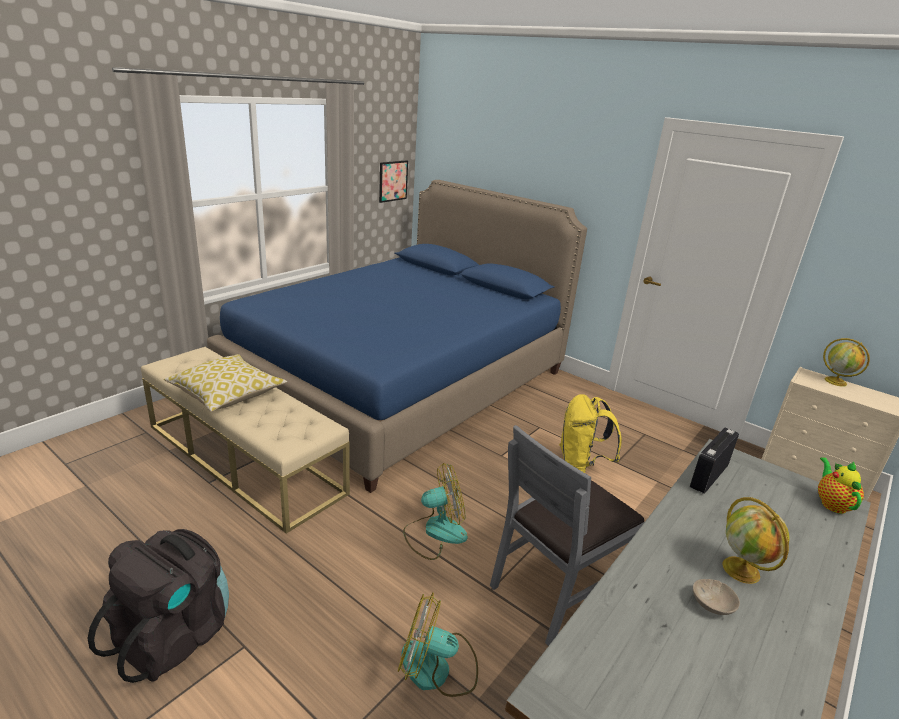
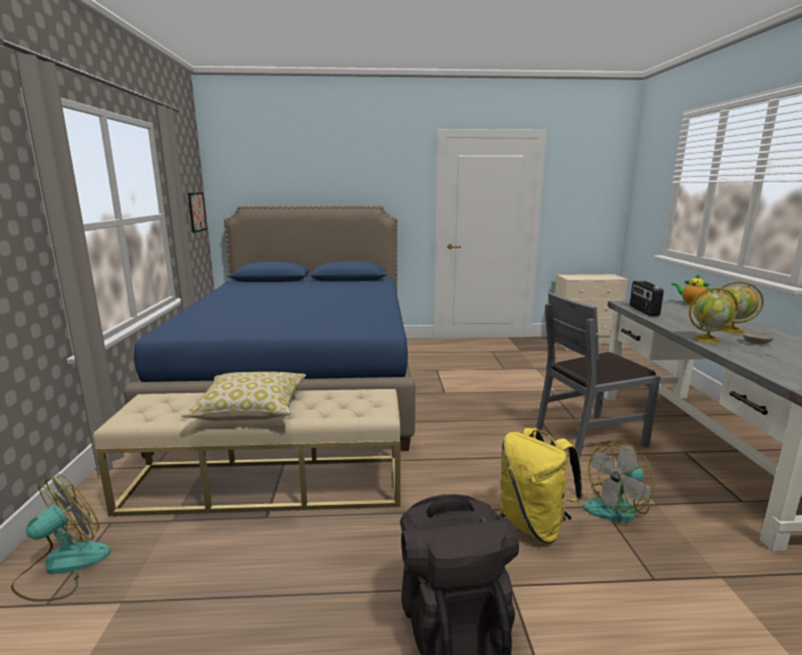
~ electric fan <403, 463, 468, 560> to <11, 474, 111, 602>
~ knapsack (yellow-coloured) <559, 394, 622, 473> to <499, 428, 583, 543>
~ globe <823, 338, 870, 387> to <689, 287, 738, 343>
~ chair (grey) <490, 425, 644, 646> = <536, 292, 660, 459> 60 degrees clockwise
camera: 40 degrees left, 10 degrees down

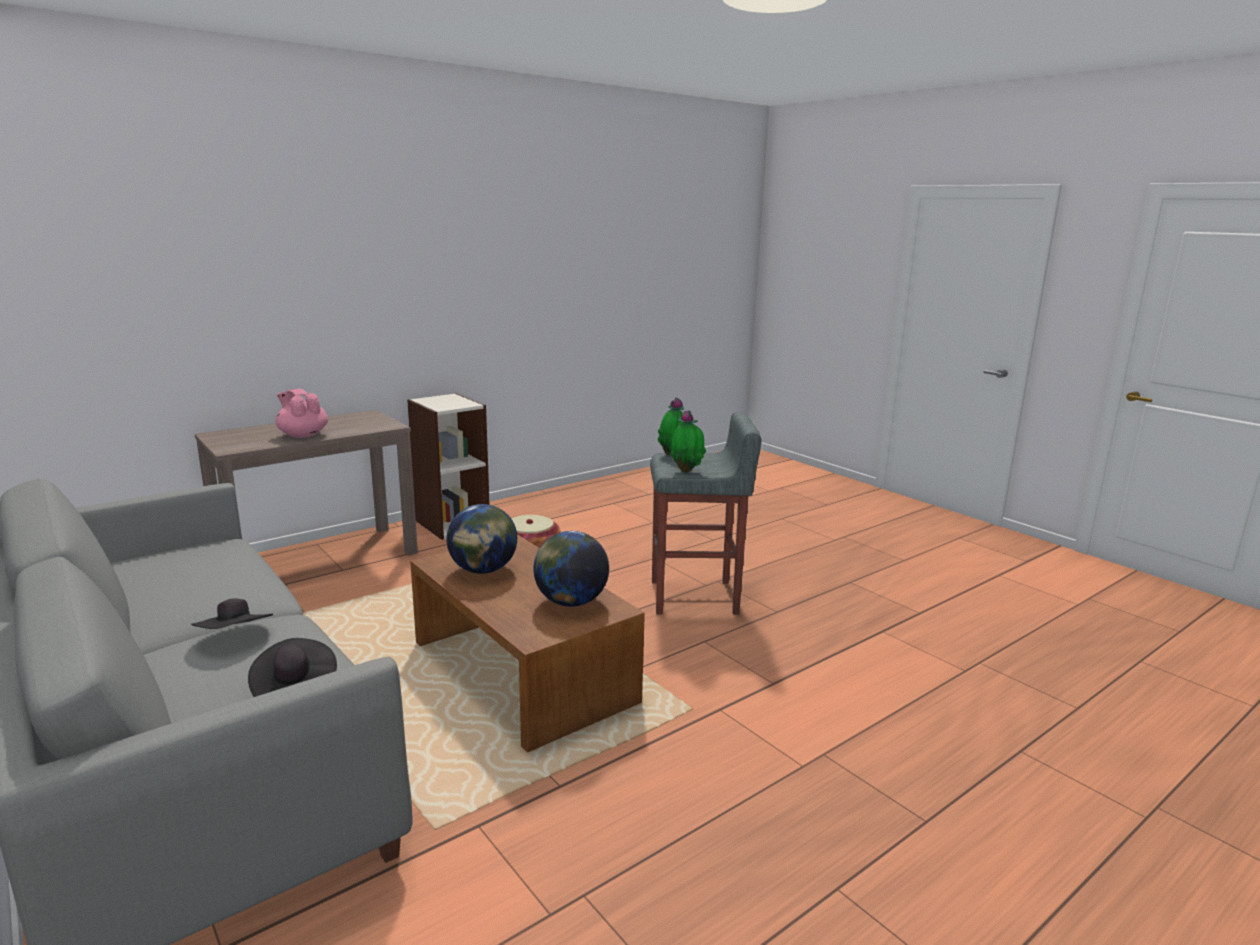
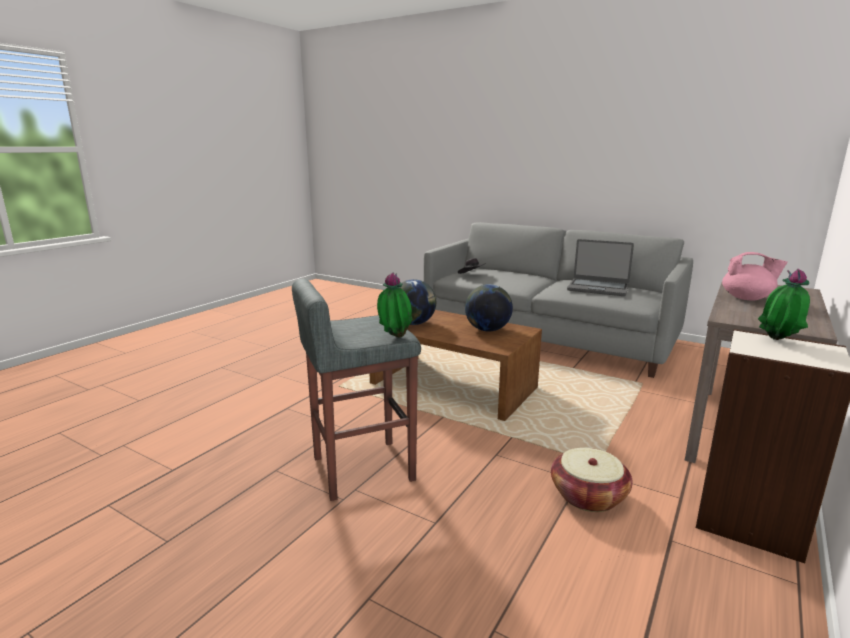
- hat (black-coloured) <191, 598, 273, 629>
+ portable computer <567, 239, 634, 296>
~ plant in a pot <670, 410, 706, 472> to <758, 269, 810, 340>
camera: 160 degrees right, 0 degrees up

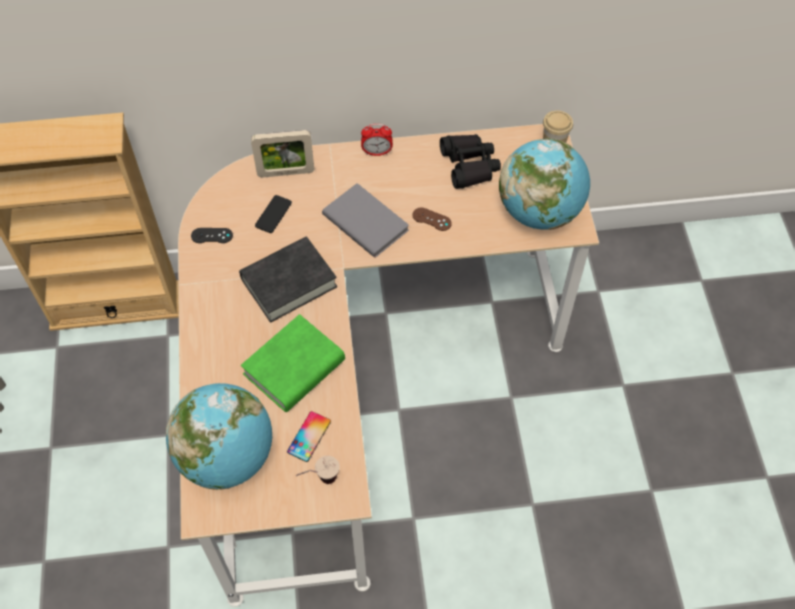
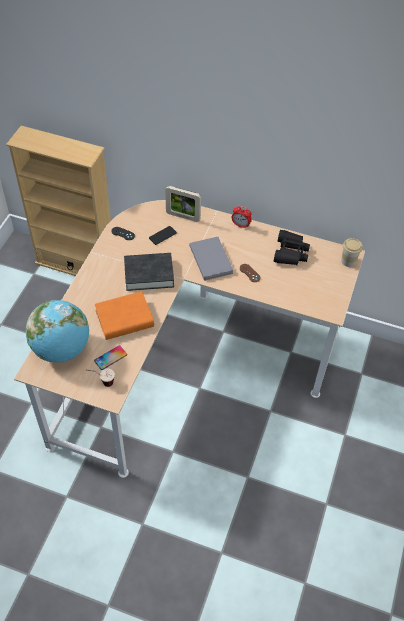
- globe <499, 138, 590, 230>
~ bound book (greenish) <241, 314, 345, 412> to bound book (orangey) <95, 291, 154, 340>
camera: 25 degrees right, 5 degrees down

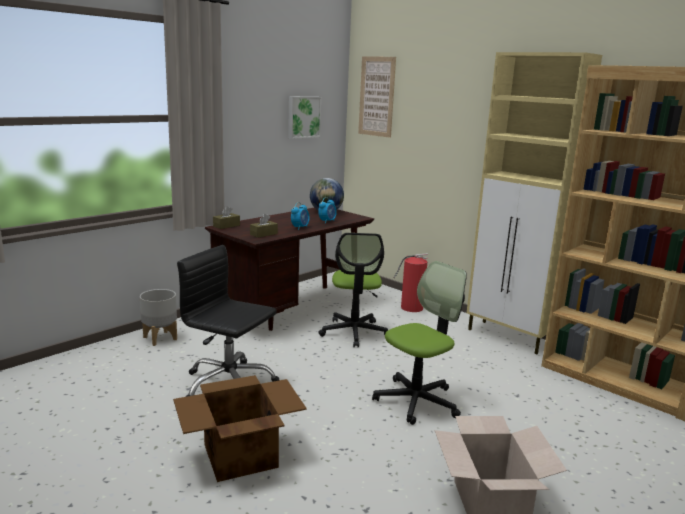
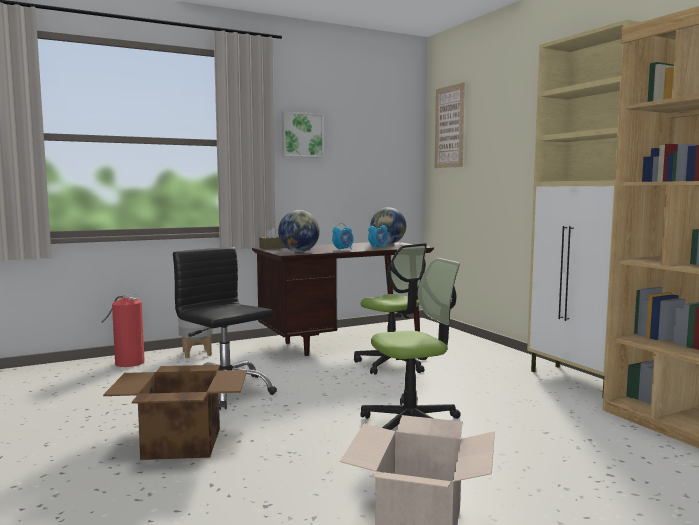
~ wall picture <288, 97, 322, 139> to <282, 111, 324, 158>
~ fire extinguisher <394, 253, 428, 312> to <101, 293, 145, 367>
~ box of tissues (brown-coloured) <250, 214, 278, 238> to globe <278, 210, 320, 252>
~ office chair <318, 233, 388, 348> = <354, 243, 428, 375> 60 degrees counterclockwise
camera: 20 degrees right, 10 degrees down

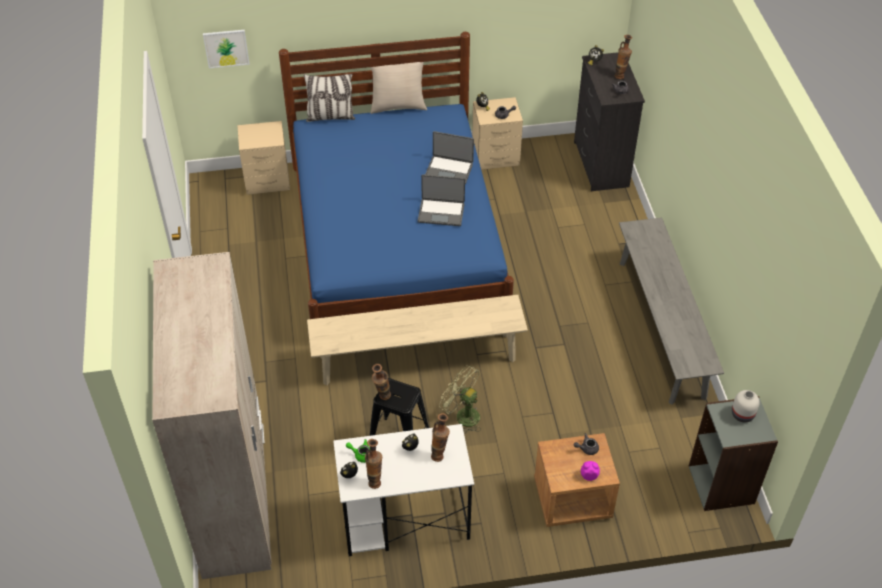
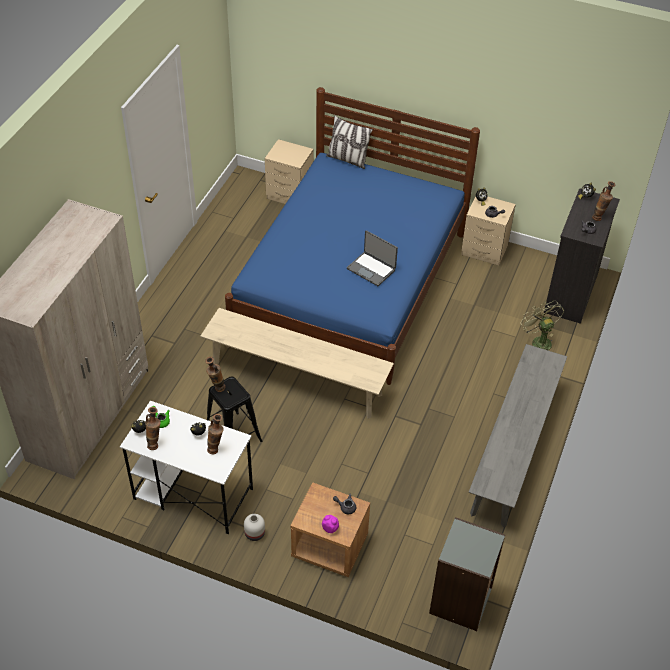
- wall picture <203, 30, 250, 68>
- cushion (sand-coloured) <370, 62, 427, 114>
- portable computer <425, 131, 474, 184>
~ electric fan (greenish) <439, 366, 481, 434> to <521, 300, 564, 350>
~ decorative vase (white) <732, 390, 760, 422> to <244, 514, 265, 541>
camera: 30 degrees right, 0 degrees up

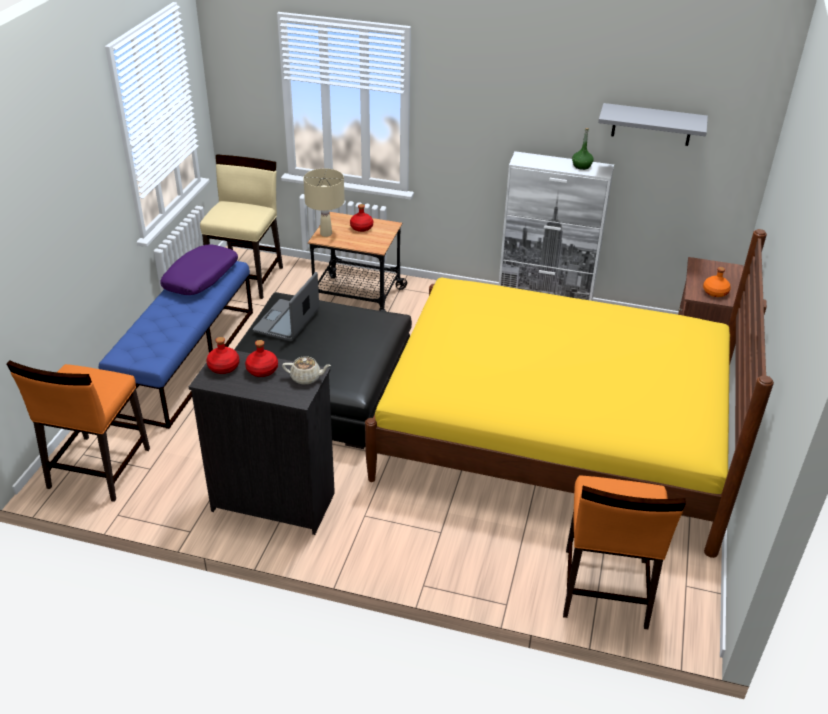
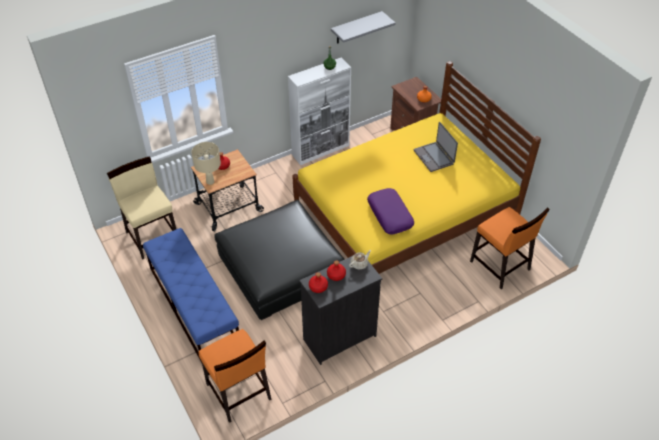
~ cushion (purplish) <160, 244, 238, 295> to <367, 188, 414, 235>
~ portable computer <253, 272, 319, 342> to <414, 122, 458, 172>
camera: 45 degrees left, 10 degrees up

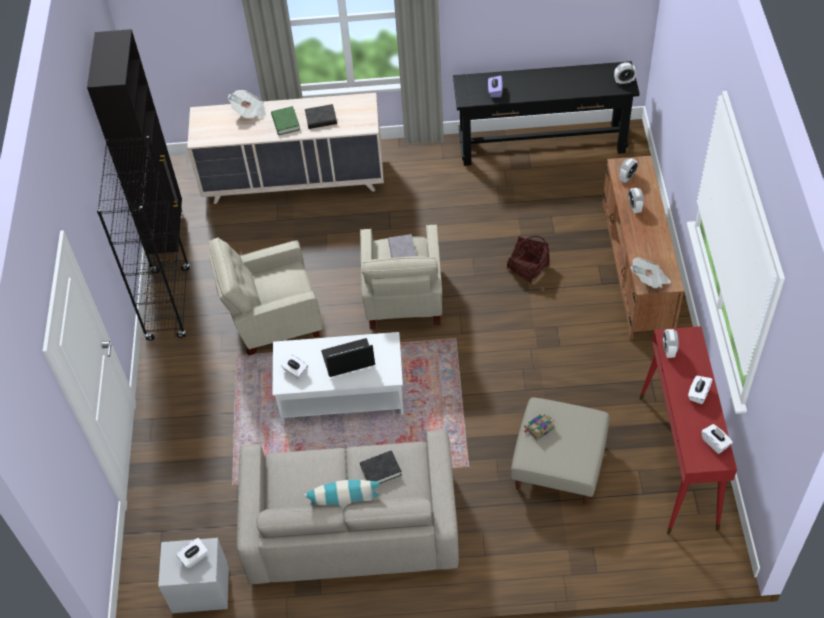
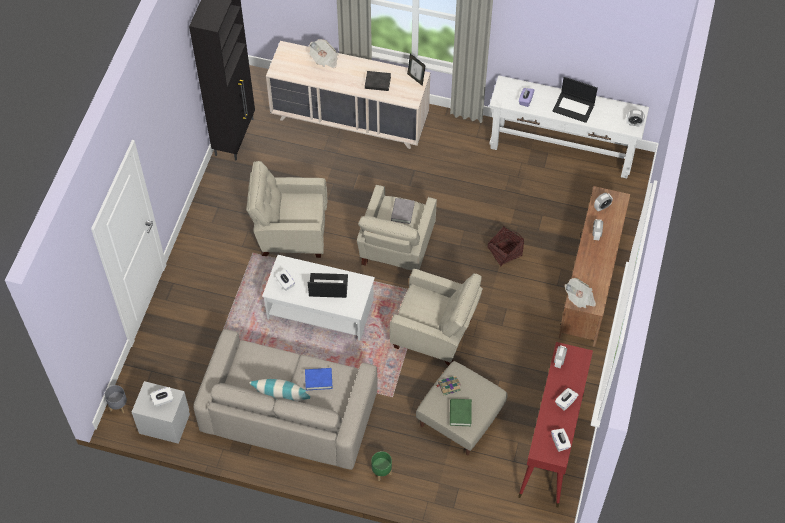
- bookcase (black-coloured) <97, 136, 190, 341>
+ flower pot (grey) <104, 385, 128, 413>
+ flower pot (greenish) <371, 451, 392, 481>
+ armchair (sand-coloured) <390, 269, 483, 365>
+ standing frame <407, 54, 426, 86>
+ portable computer <552, 77, 598, 123>
~ bound book (greenish) <271, 106, 300, 135> to <450, 399, 472, 426>
~ bound book (black-coloured) <360, 450, 402, 484> to bound book (bluish) <305, 368, 333, 390>
~ console table (black-coloured) <453, 61, 640, 166> to console table (white) <489, 75, 649, 178>
camera: 15 degrees right, 5 degrees up

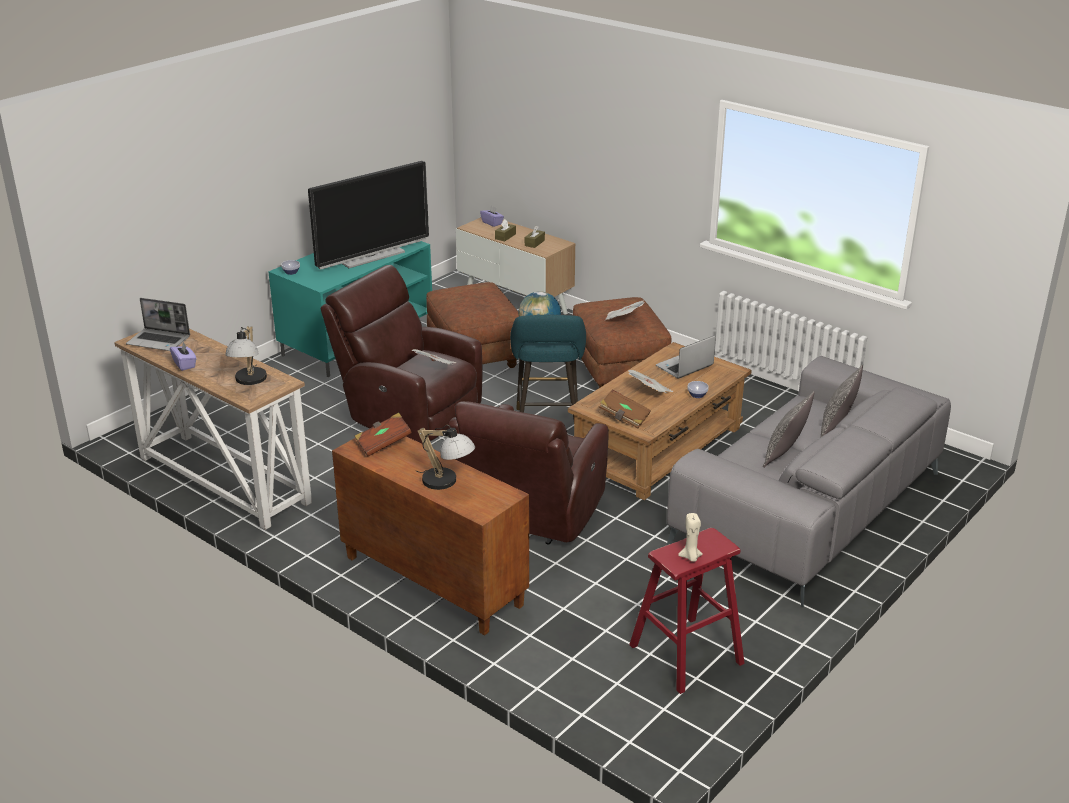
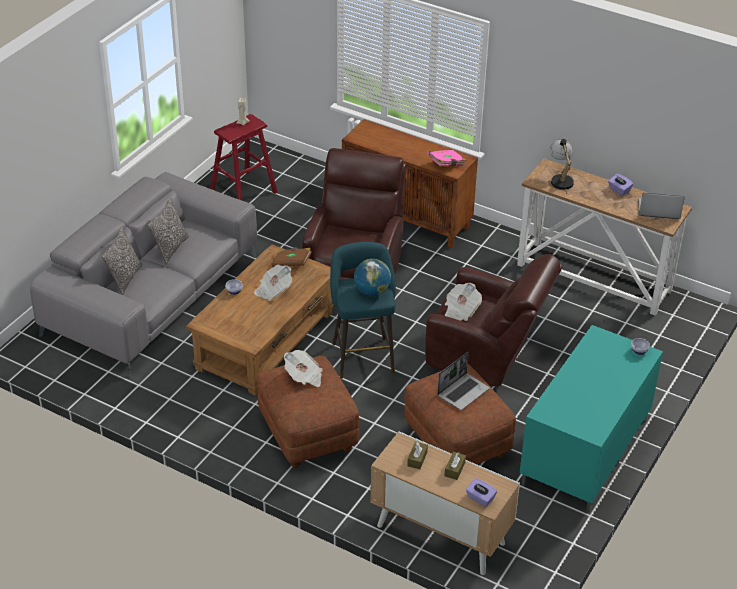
- television <308, 161, 429, 269>
- tabletop lamp <415, 425, 475, 490>
~ portable computer <656, 335, 716, 379> to <437, 352, 490, 410>
~ bound book (brown-coloured) <354, 413, 412, 456> to bound book (pink) <427, 150, 466, 166>
camera: 170 degrees right, 10 degrees up

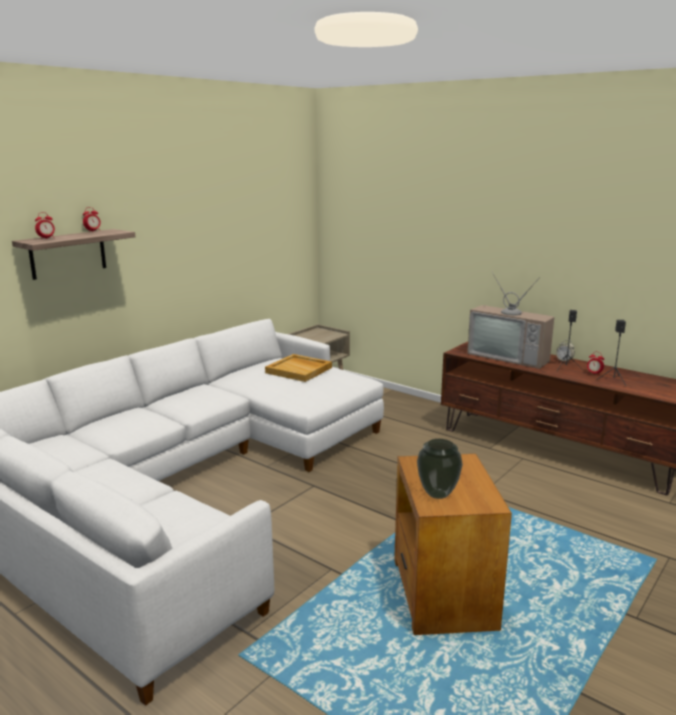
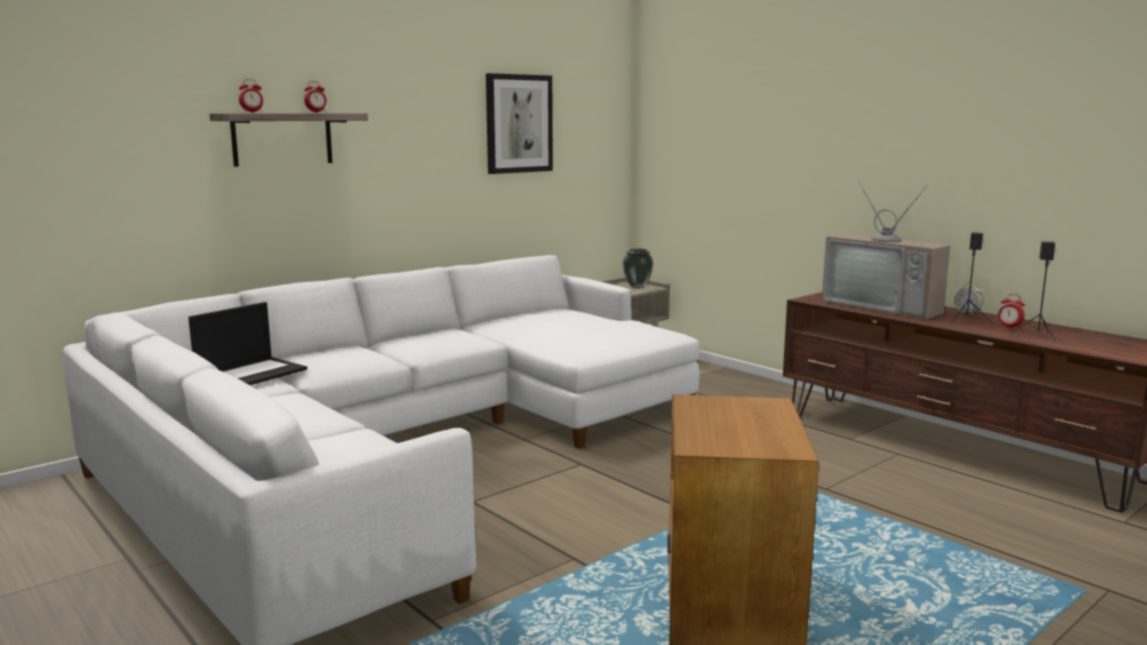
- serving tray (sand-coloured) <265, 354, 332, 382>
+ portable computer <188, 302, 307, 385>
+ wall picture <486, 73, 553, 174>
~ decorative vase <417, 439, 463, 499> to <623, 248, 653, 289>
camera: 10 degrees right, 5 degrees down

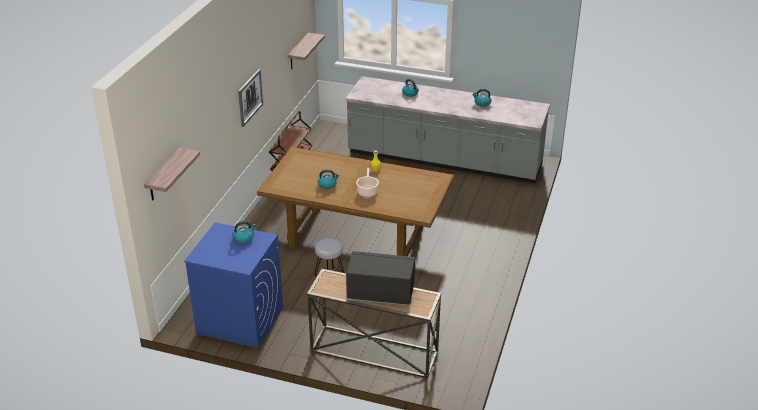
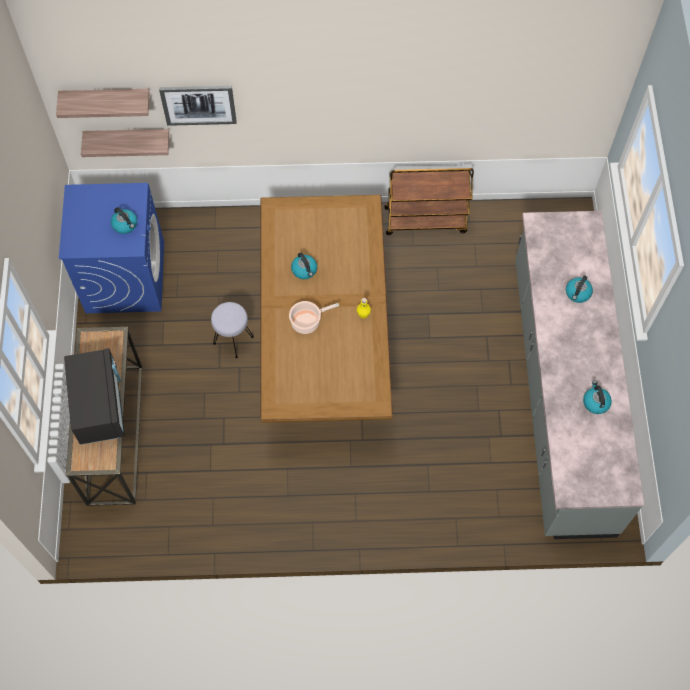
~ wall picture <238, 69, 263, 127> to <159, 86, 237, 126>
~ wall shelf <288, 33, 325, 69> to <81, 129, 169, 157>
camera: 70 degrees right, 30 degrees up

